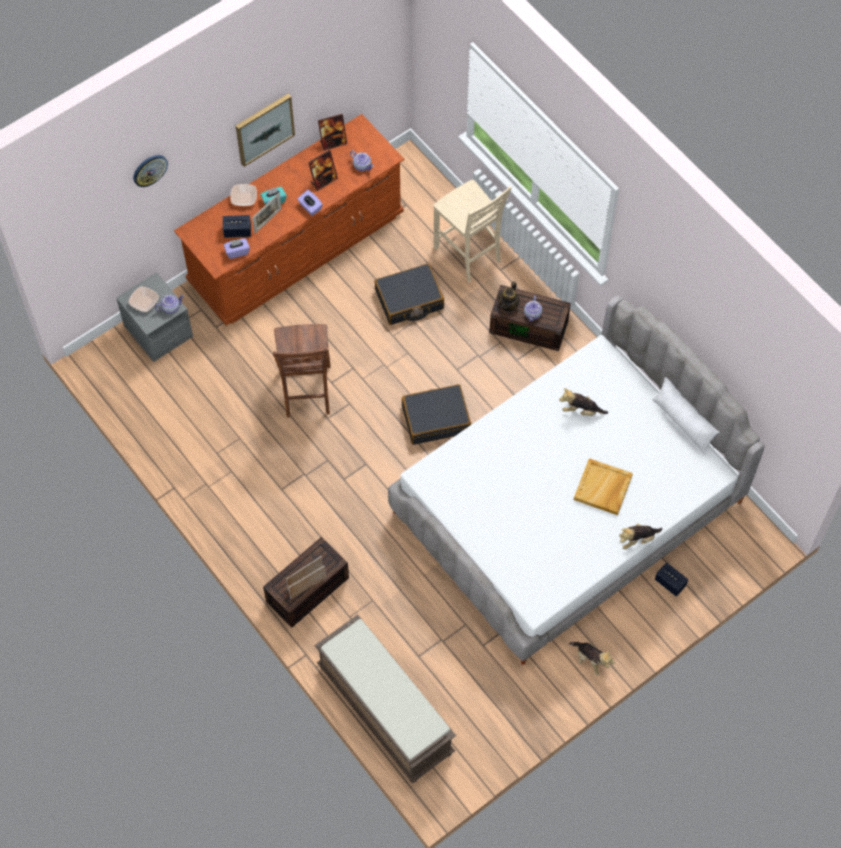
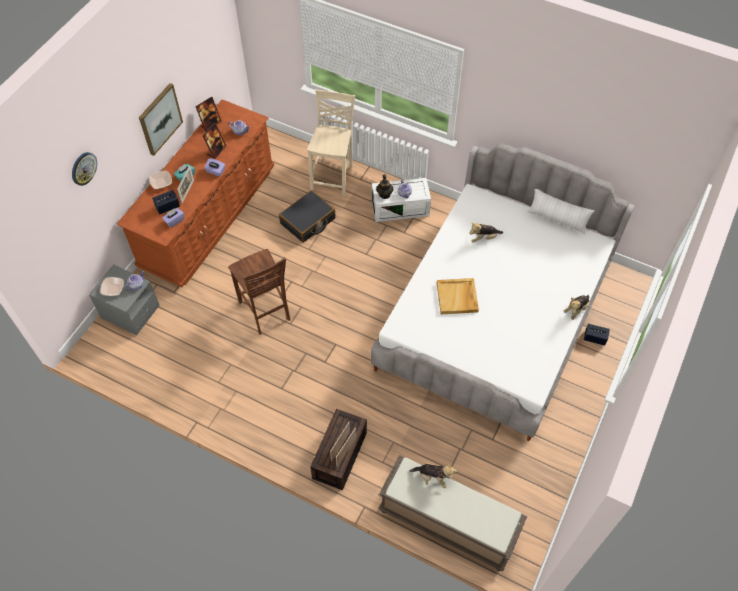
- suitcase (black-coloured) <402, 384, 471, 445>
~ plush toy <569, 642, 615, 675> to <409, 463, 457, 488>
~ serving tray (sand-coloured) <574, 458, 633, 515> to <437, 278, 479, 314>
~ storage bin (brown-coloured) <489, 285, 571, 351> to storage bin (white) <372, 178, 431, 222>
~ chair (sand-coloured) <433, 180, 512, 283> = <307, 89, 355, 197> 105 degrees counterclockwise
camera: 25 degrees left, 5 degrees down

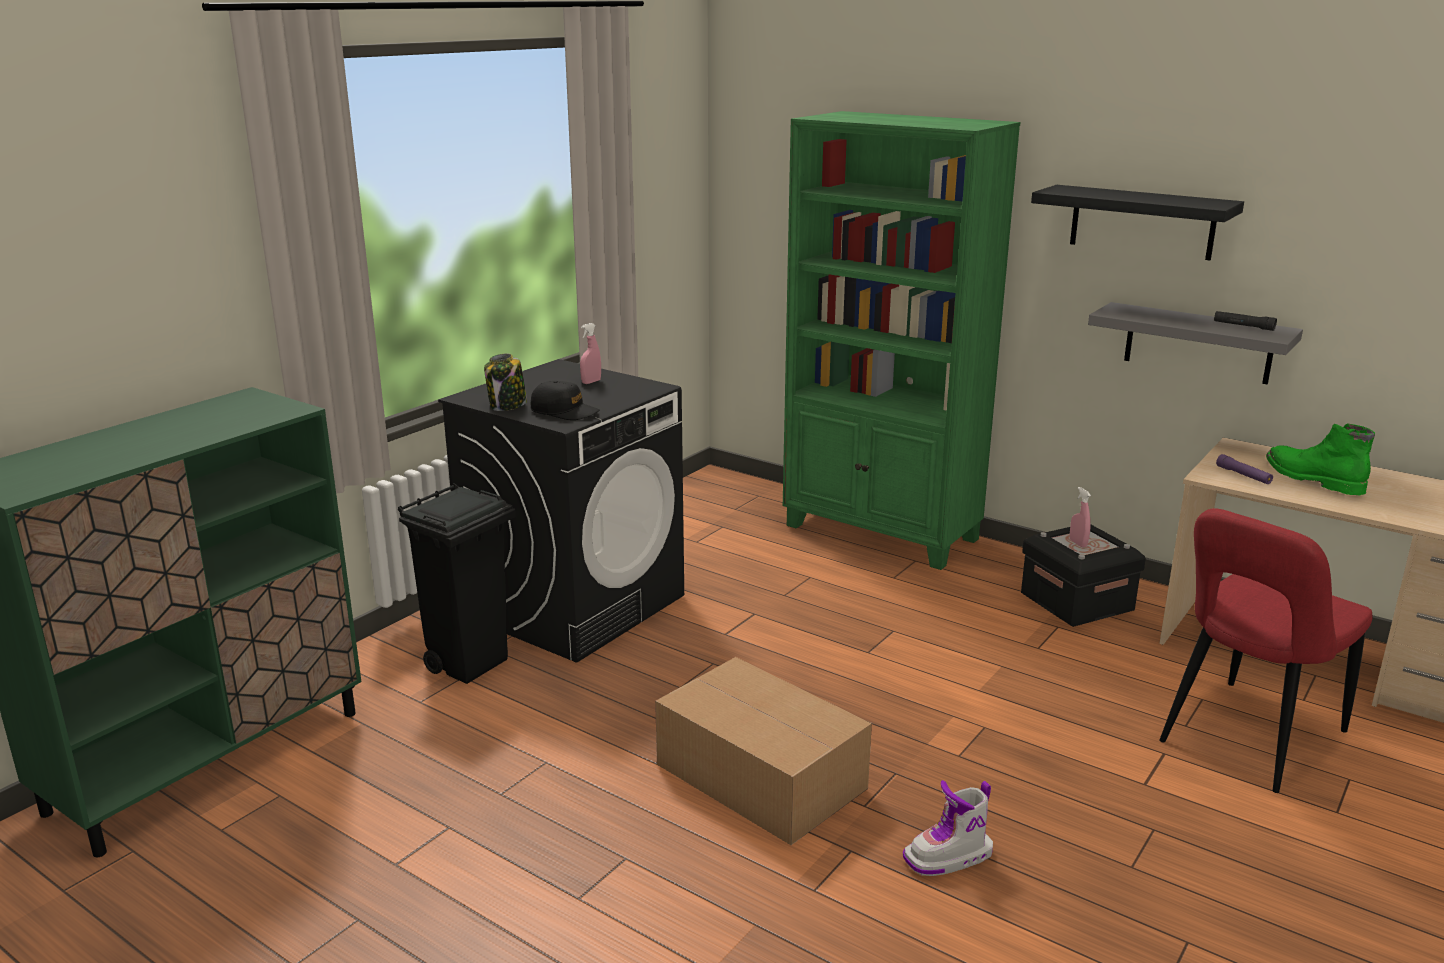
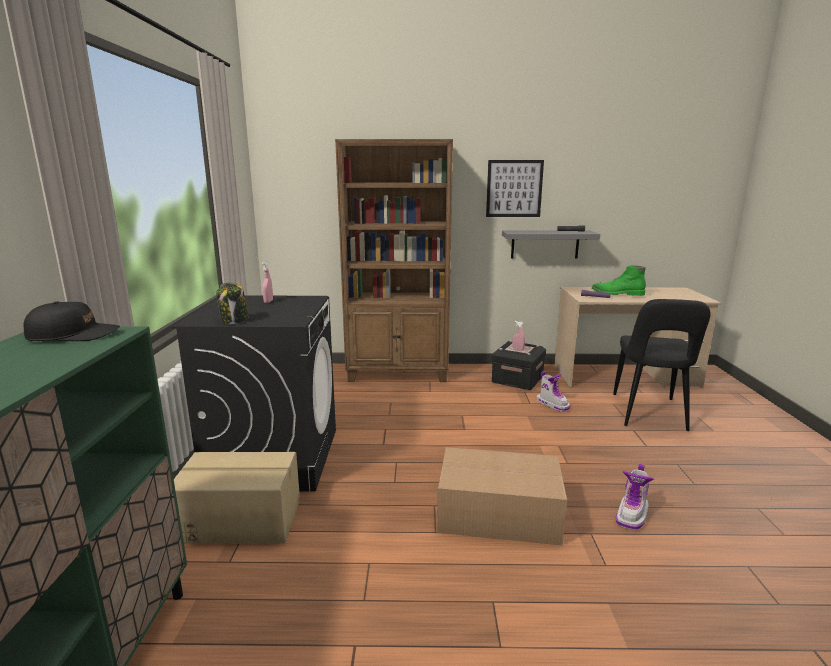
+ high-top boot <537, 371, 570, 412>
~ cap (black-coloured) <531, 381, 600, 420> to <24, 301, 120, 341>
~ rubbish bin (black-coloured) <398, 483, 516, 684> to cardboard box <174, 452, 300, 544>
~ wall shelf (black-coloured) <1031, 185, 1244, 260> to wall picture <486, 160, 544, 217>
~ bookcase (greenish) <783, 111, 1021, 570> to bookcase (brown-coloured) <335, 139, 453, 382>
~ chair (red-coloured) <1159, 508, 1373, 793> to chair (black-coloured) <613, 299, 711, 431>
camera: 35 degrees left, 5 degrees down

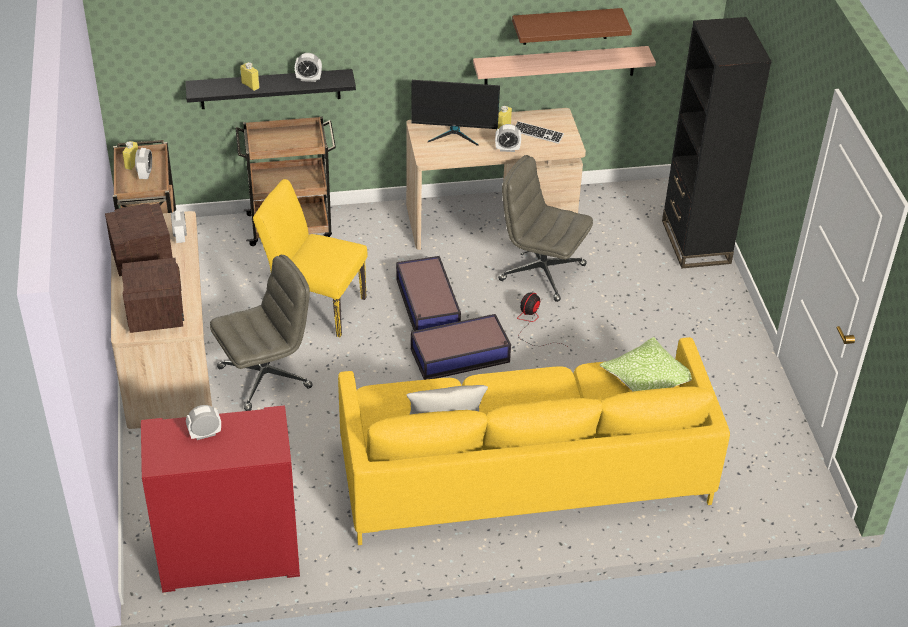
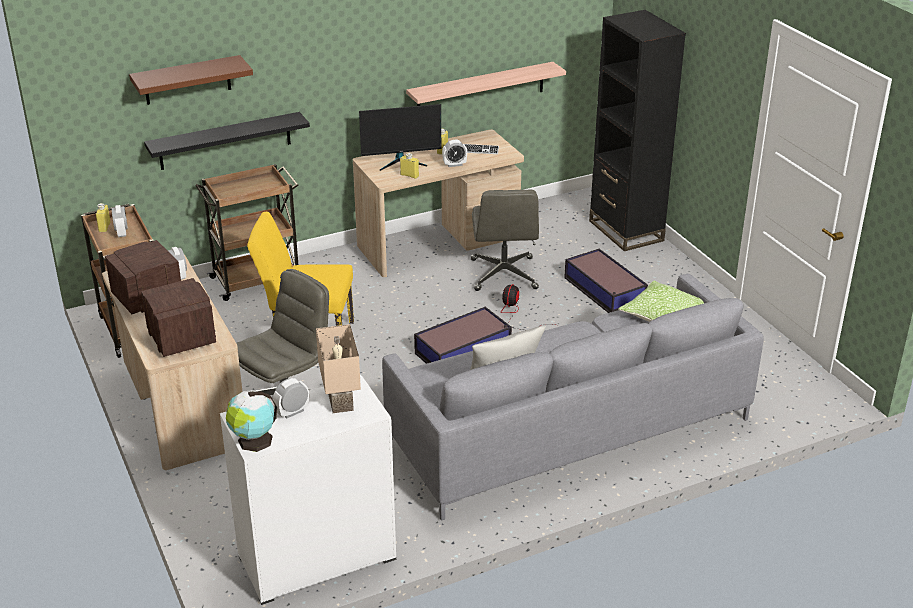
- table clock <295, 53, 322, 82>
+ globe <226, 390, 277, 452>
+ tabletop lamp (sand-coloured) <316, 324, 361, 413>
~ bottle (yellow-coloured) <240, 62, 259, 91> to <400, 153, 419, 179>
~ storage bin <396, 256, 461, 331> to <564, 249, 648, 313>
~ wall shelf (brown-coloured) <512, 8, 632, 45> to <129, 55, 253, 105>
~ cupboard (red-coloured) <141, 405, 300, 593> to cupboard (white) <220, 375, 396, 605>
~ sofa (yellow-coloured) <338, 337, 730, 545> to sofa (grey) <382, 274, 764, 521>
~ office chair (grey) <498, 155, 593, 302> = <471, 190, 539, 291> 105 degrees counterclockwise
camera: 15 degrees left, 10 degrees down

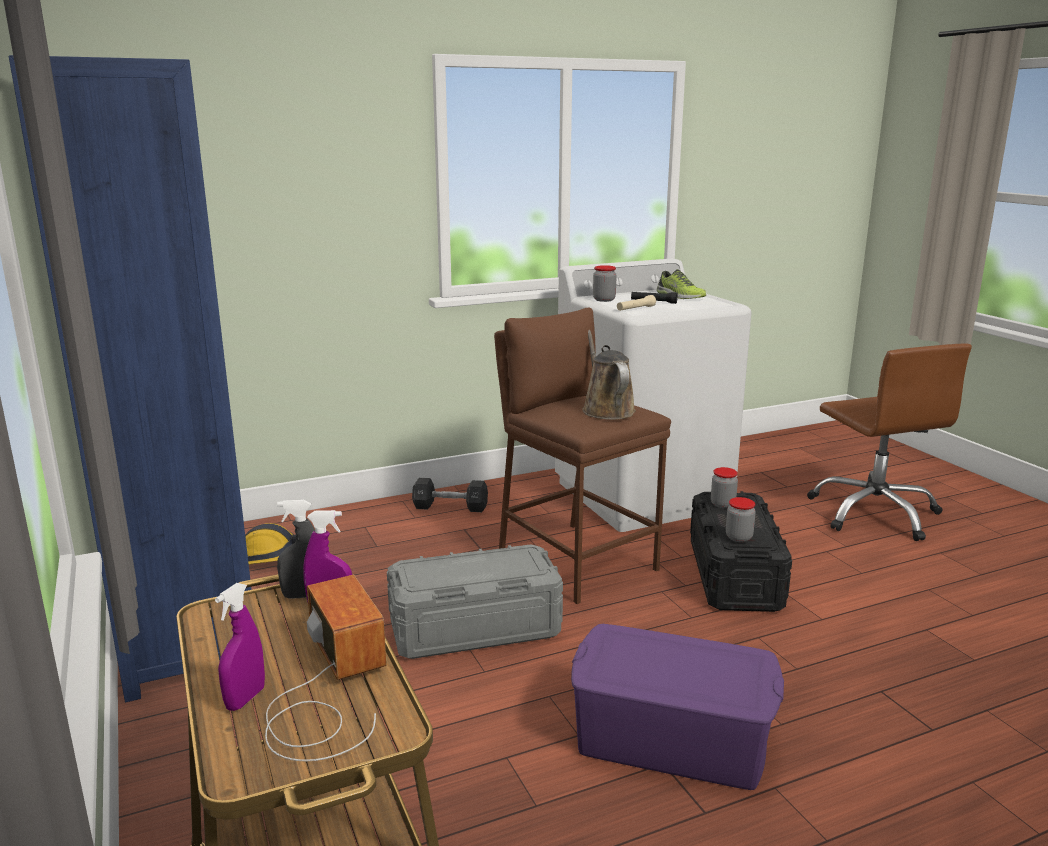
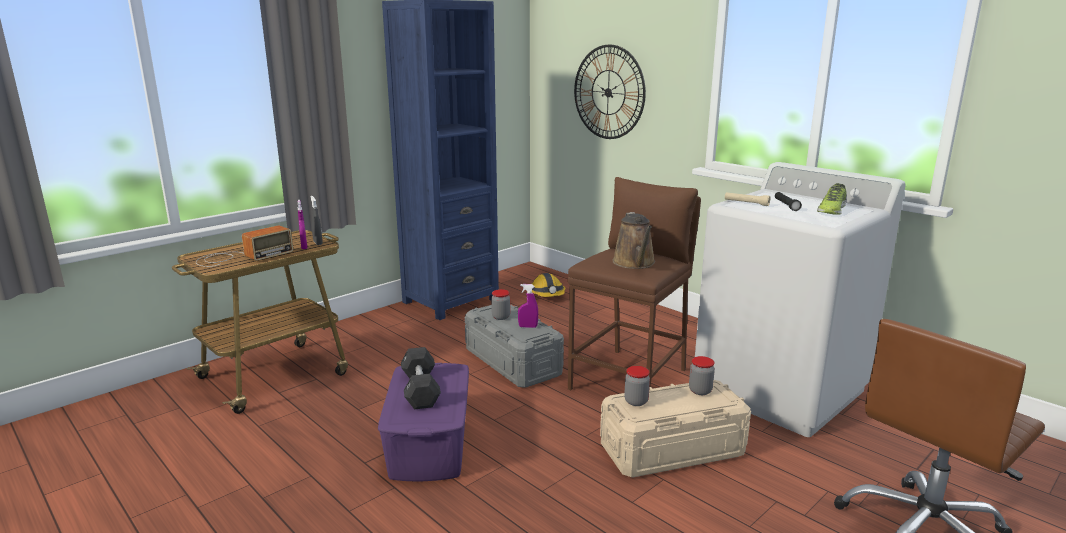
+ wall clock <574, 45, 646, 139>
~ spray bottle (purplish) <215, 583, 265, 711> to <518, 284, 538, 328>
~ free weight (black-coloured) <412, 478, 488, 512> to <401, 347, 441, 409>
~ storage jar <593, 265, 617, 302> to <491, 289, 510, 320>
~ storage bin (black-coloured) <690, 491, 792, 612> to storage bin (sand-coloured) <600, 380, 751, 477>
~ sprinkling can (brown-coloured) <582, 329, 636, 420> = <612, 212, 655, 269> 120 degrees clockwise
camera: 70 degrees right, 0 degrees up

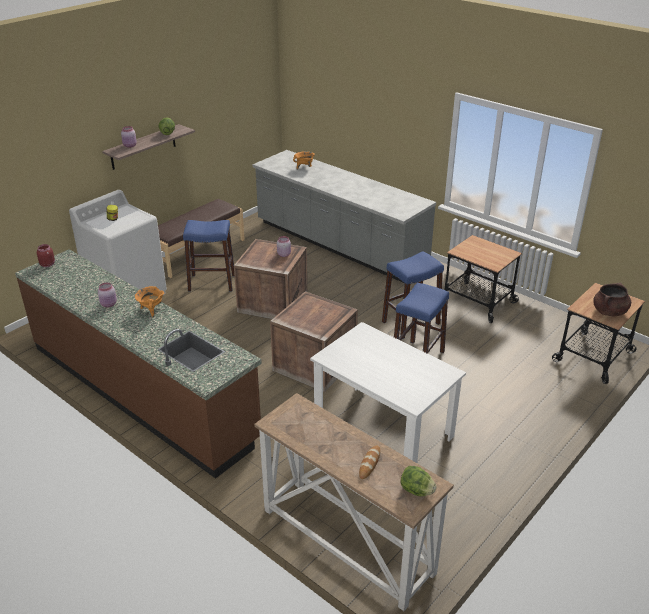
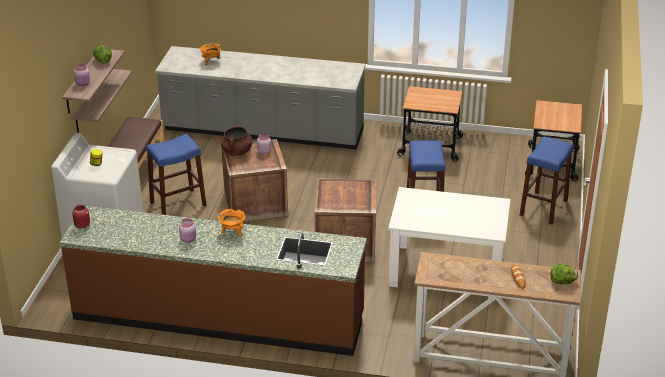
+ wall shelf <71, 69, 132, 133>
~ stool (bluish) <382, 251, 444, 339> to <520, 136, 573, 225>
~ stockpot (brown-coloured) <593, 283, 631, 316> to <221, 124, 252, 156>
camera: 30 degrees left, 0 degrees up

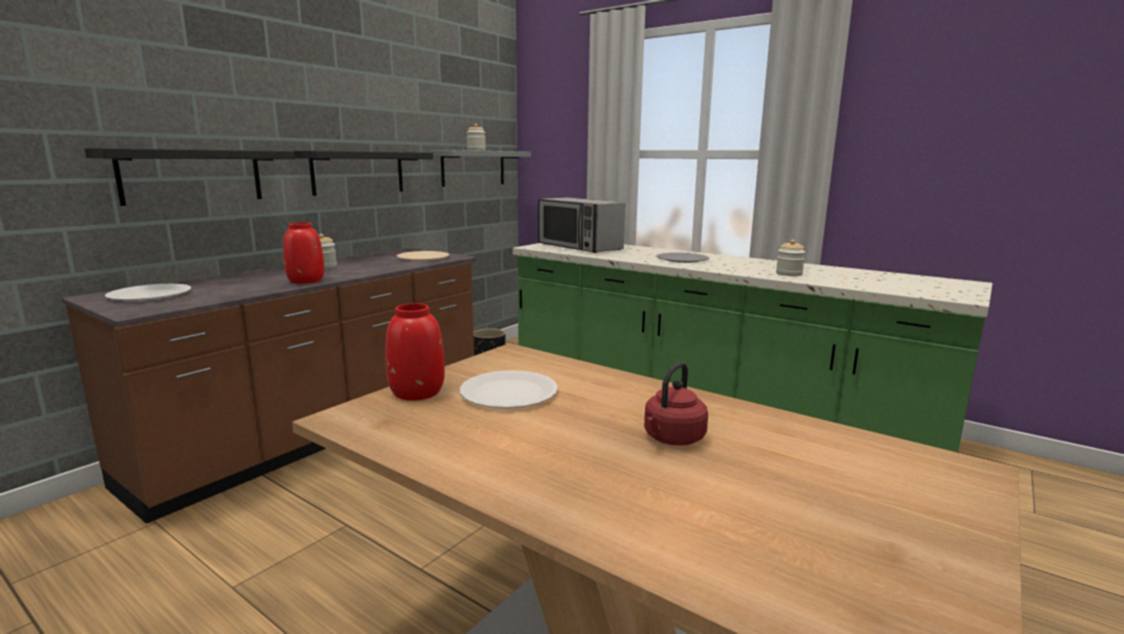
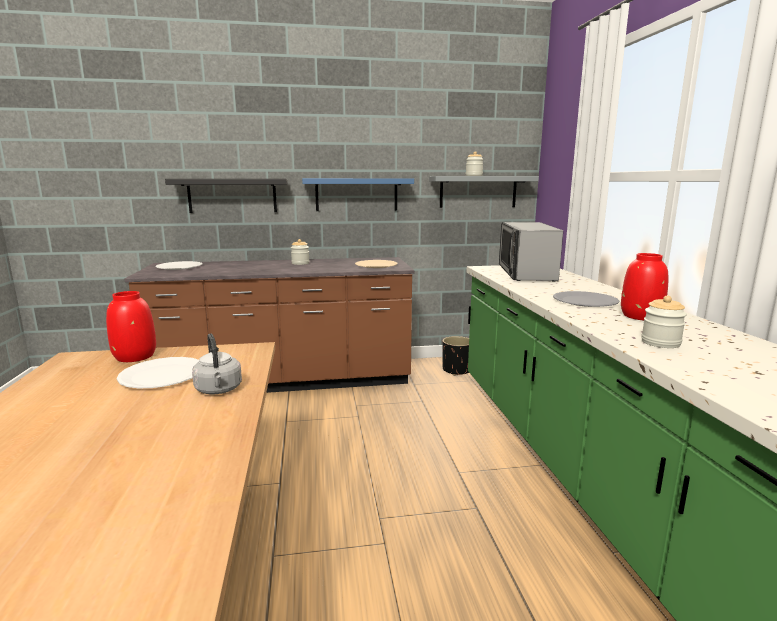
- water kettle (red-coloured) <644, 362, 708, 446>
+ water kettle (grey) <192, 333, 242, 394>
~ decorative vase (red-coloured) <283, 222, 324, 284> to <621, 253, 668, 320>
~ wall shelf (black-coloured) <294, 151, 433, 196> to wall shelf (bluish) <302, 178, 414, 211>
camera: 45 degrees right, 0 degrees up

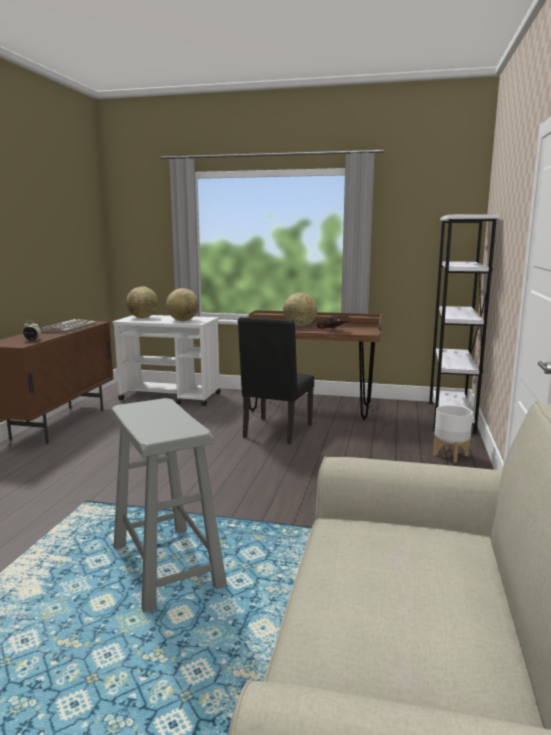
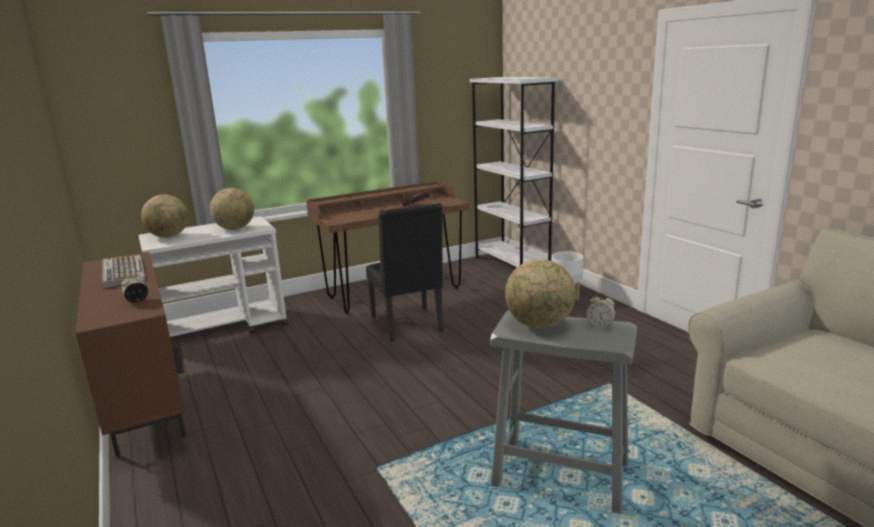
+ table clock <586, 292, 615, 328>
~ globe <283, 293, 317, 327> to <505, 259, 576, 328>
camera: 40 degrees left, 5 degrees up

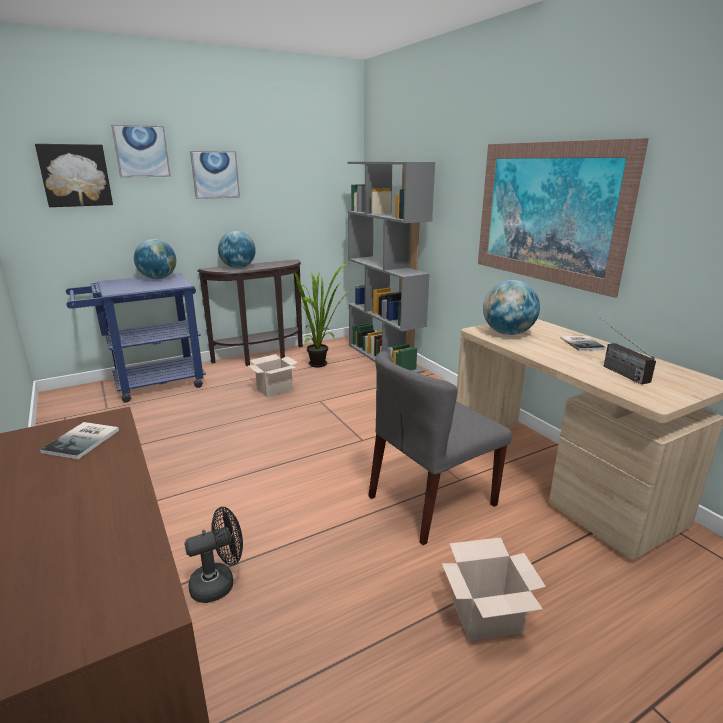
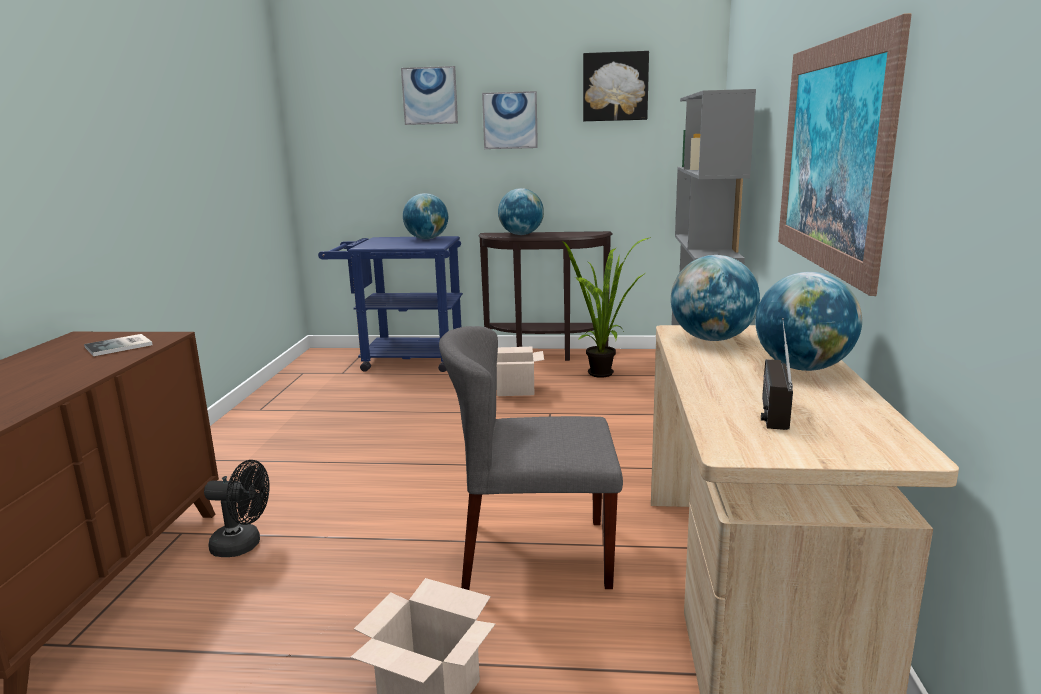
~ wall picture <35, 144, 113, 207> to <583, 51, 649, 121>
~ bound book <561, 335, 606, 351> to globe <755, 272, 862, 371>
camera: 35 degrees right, 5 degrees down

